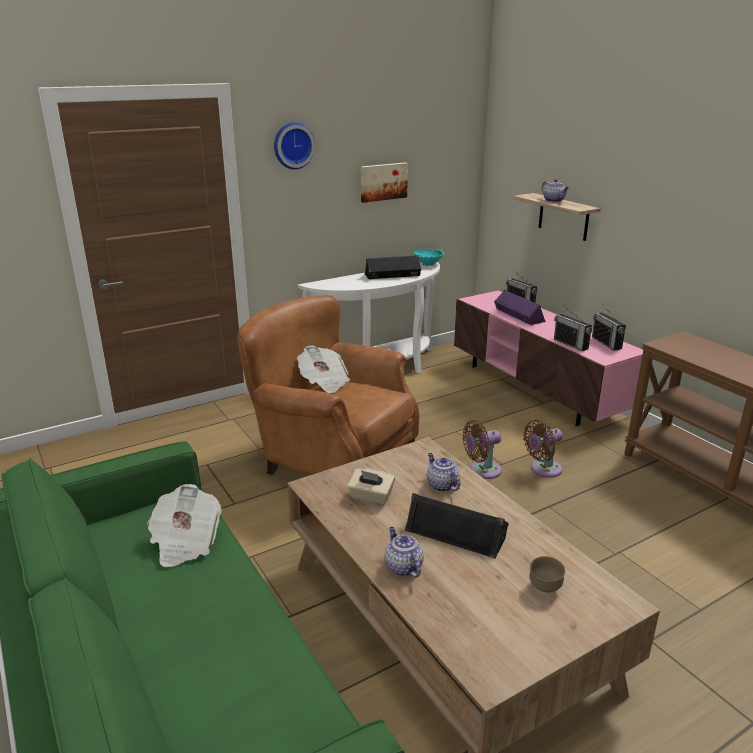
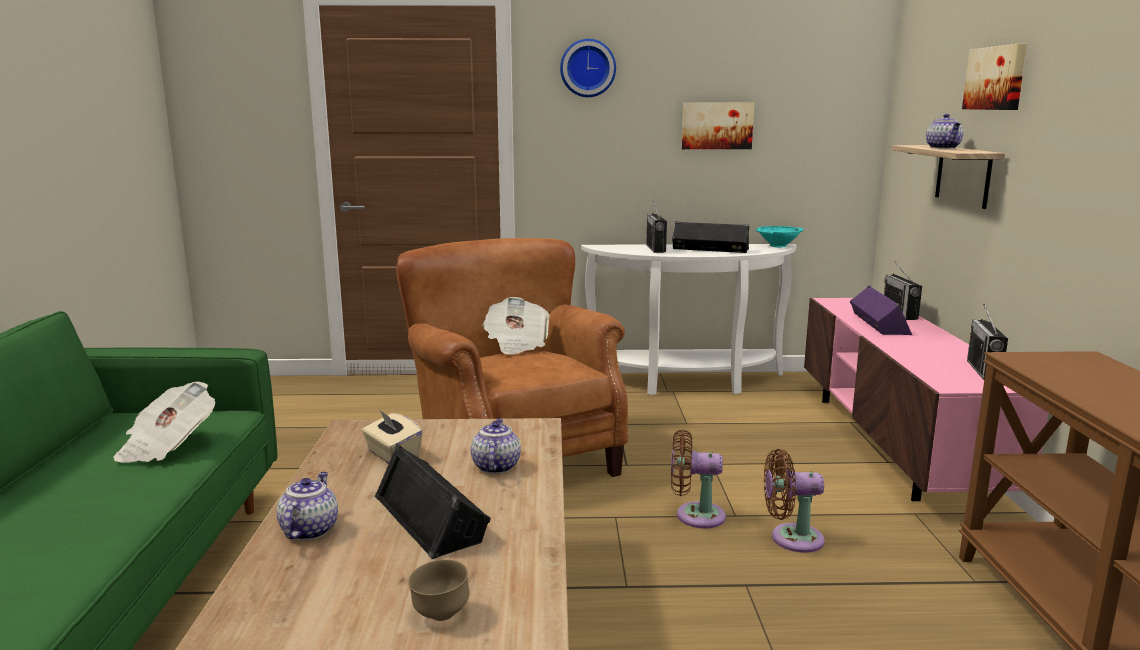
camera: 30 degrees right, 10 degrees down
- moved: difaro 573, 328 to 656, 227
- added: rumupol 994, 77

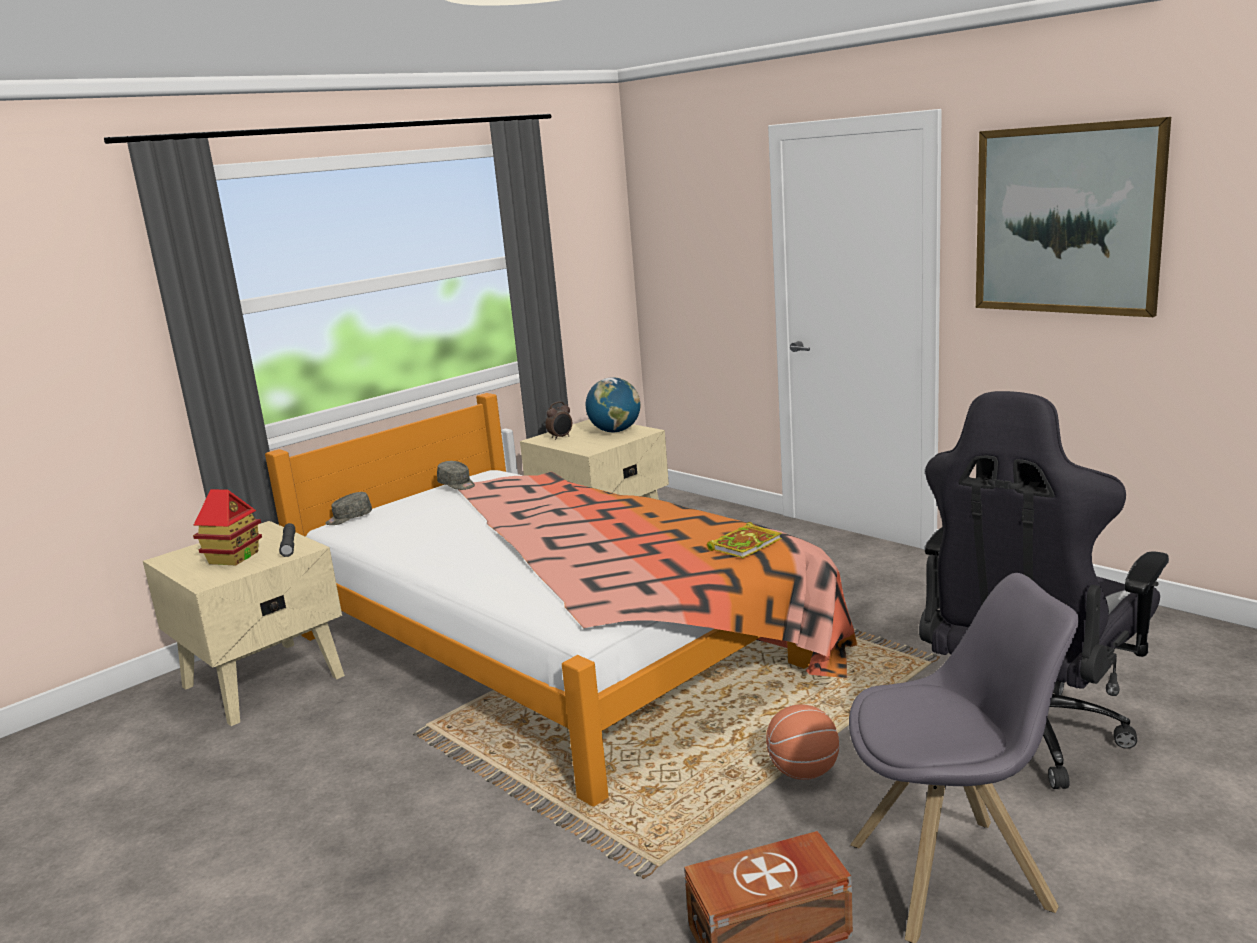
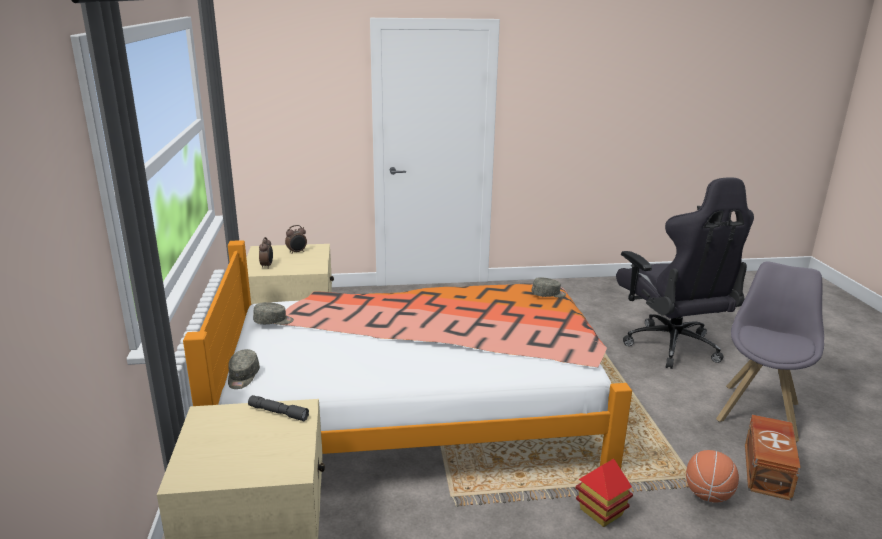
camera: 55 degrees left, 5 degrees up
- moved: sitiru 227, 527 to 604, 493
- replaced: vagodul 613, 404 to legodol 296, 239
- replaced: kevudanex 744, 540 to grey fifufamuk 548, 287
- moved: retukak 802, 742 to 712, 476
- removed: rumupol 1073, 217

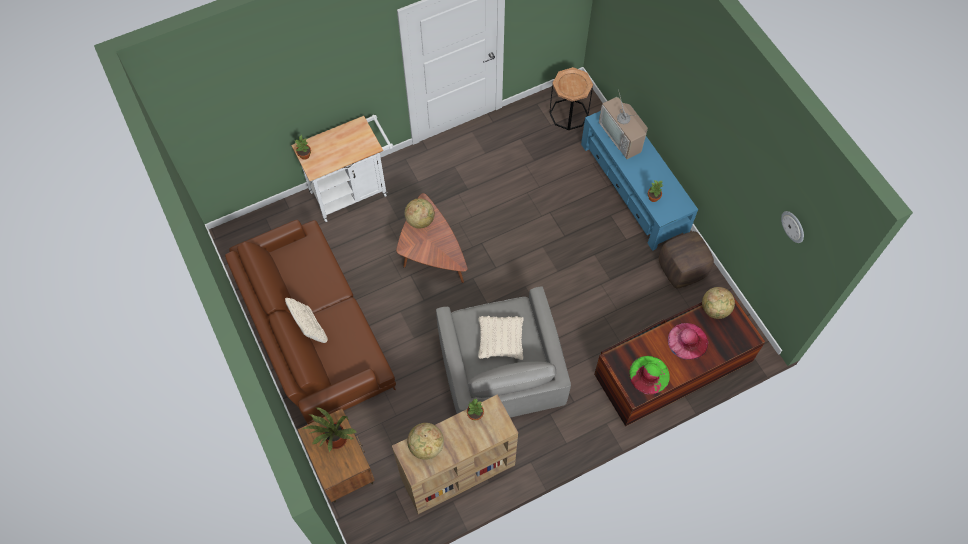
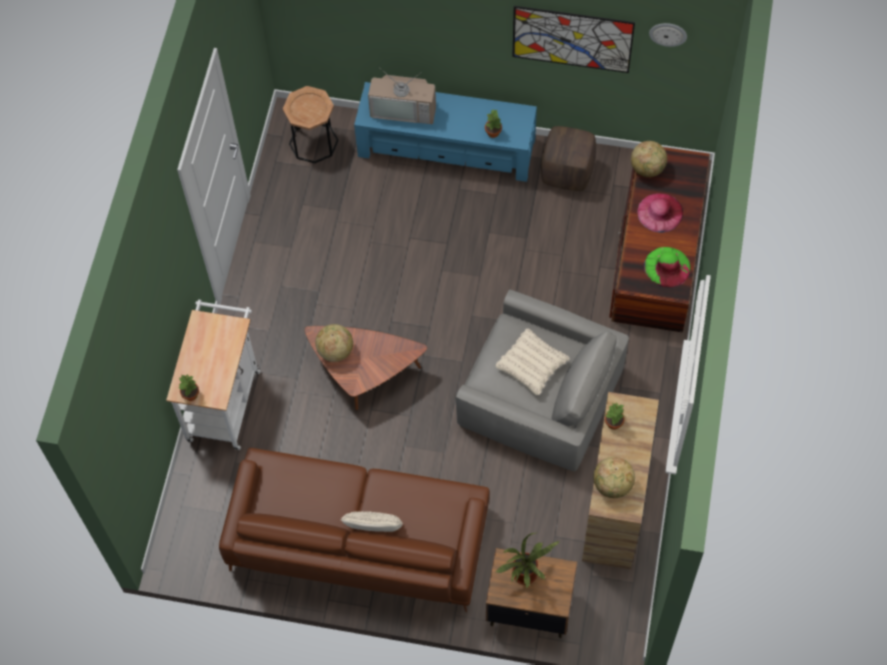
camera: 50 degrees left, 0 degrees up
- added: rumupol 573, 39

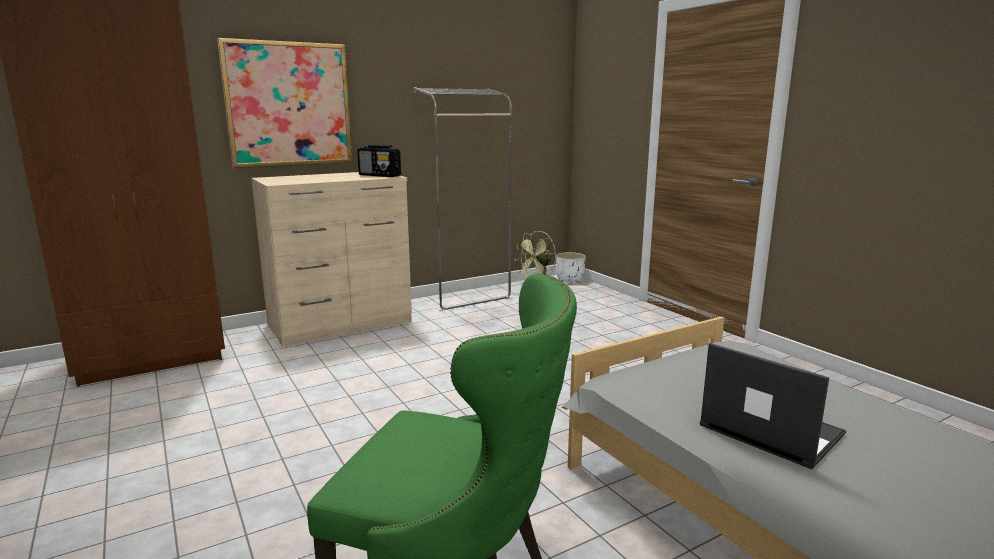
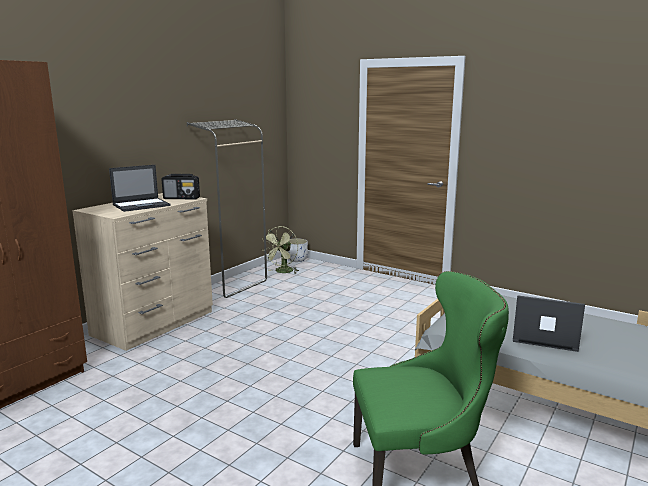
camera: 25 degrees left, 0 degrees up
- removed: rumupol 284, 103
- added: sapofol 140, 188

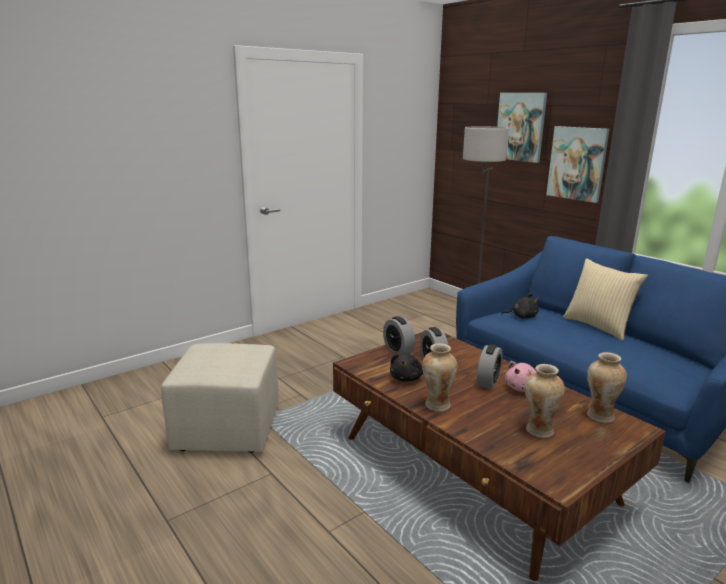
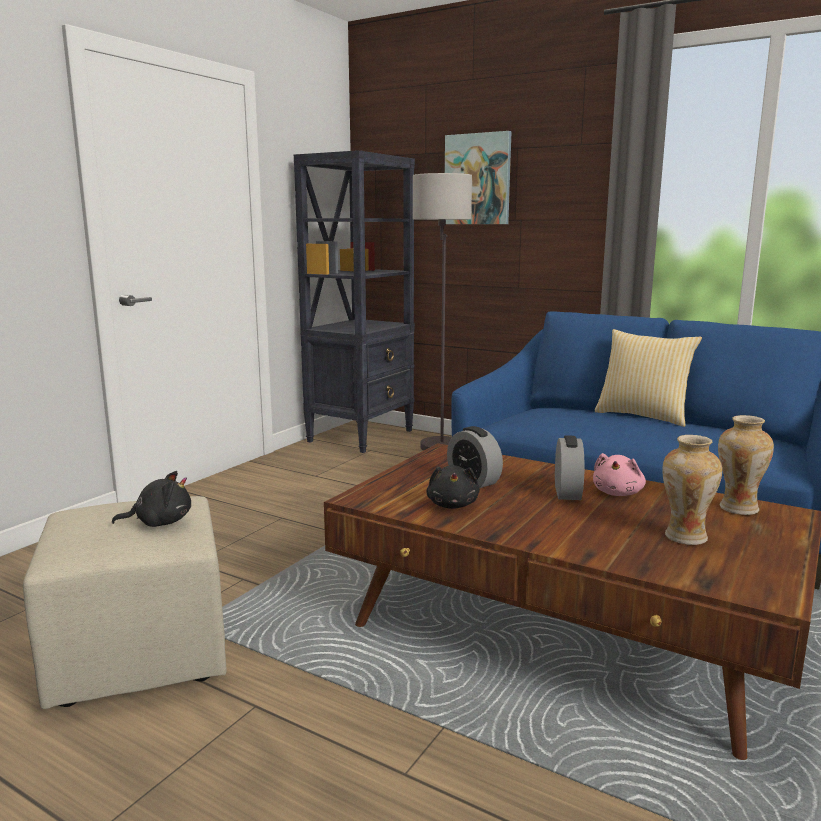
camera: 20 degrees left, 5 degrees down
- removed: legodol 399, 336
- removed: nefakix 439, 377
- moved: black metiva 520, 306 to 151, 499
- removed: rumupol 578, 164
- added: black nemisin 354, 301

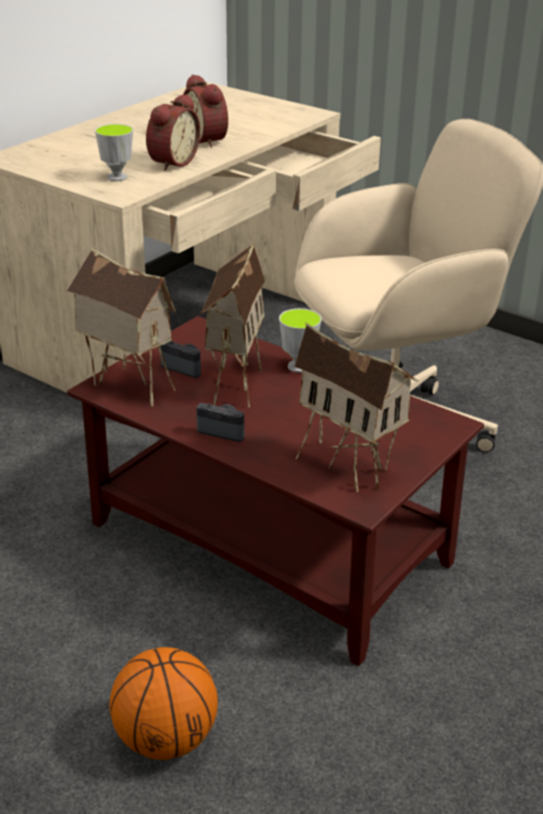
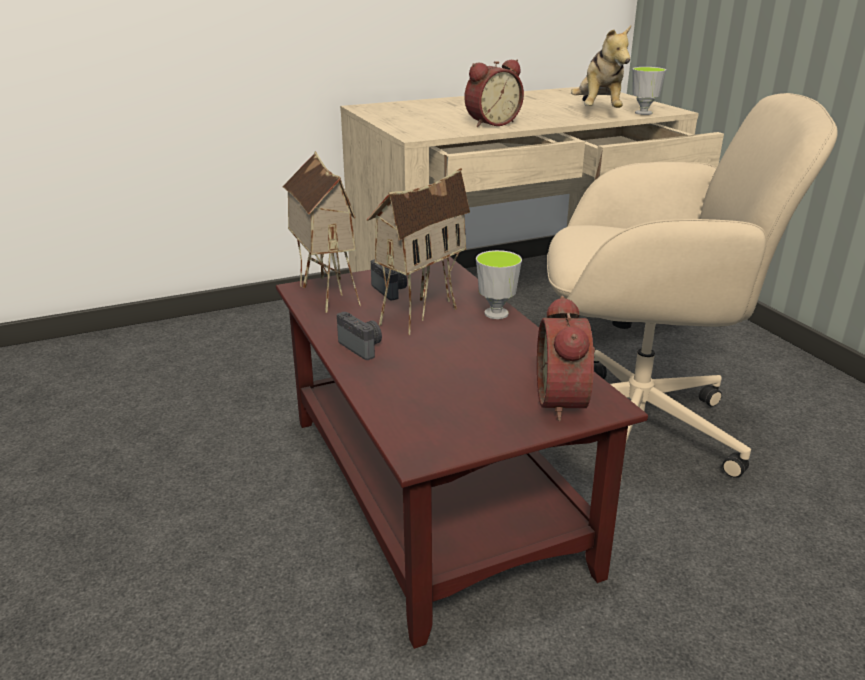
camera: 30 degrees right, 5 degrees down
- moved: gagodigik 114, 152 to 649, 91
- removed: retukak 164, 703
- moved: legodol 205, 111 to 566, 358
- removed: sitiru 356, 407
- added: metiva 601, 66

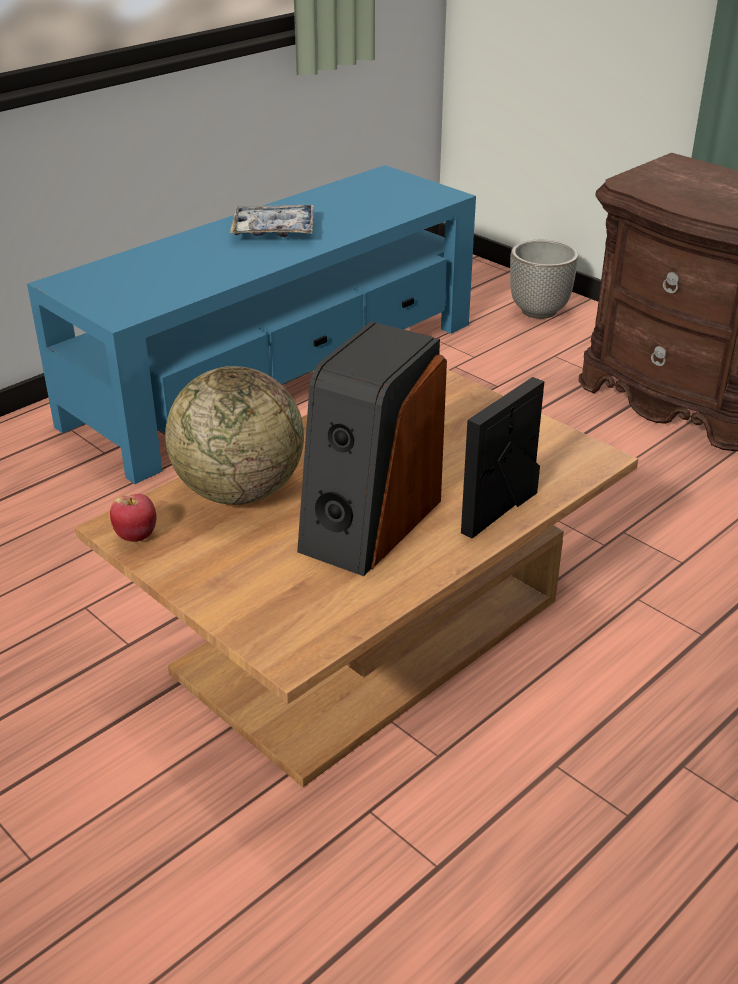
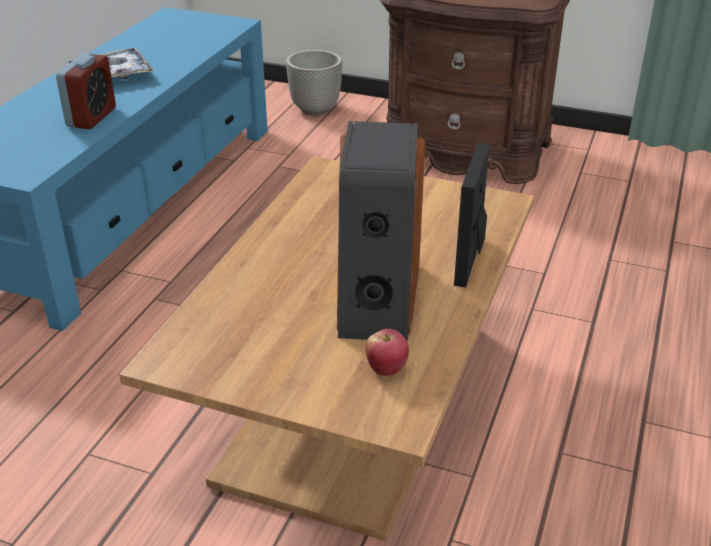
camera: 25 degrees left, 0 degrees up
- moved: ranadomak 133, 518 to 387, 352
- removed: vagodul 234, 435
- added: legodol 86, 91

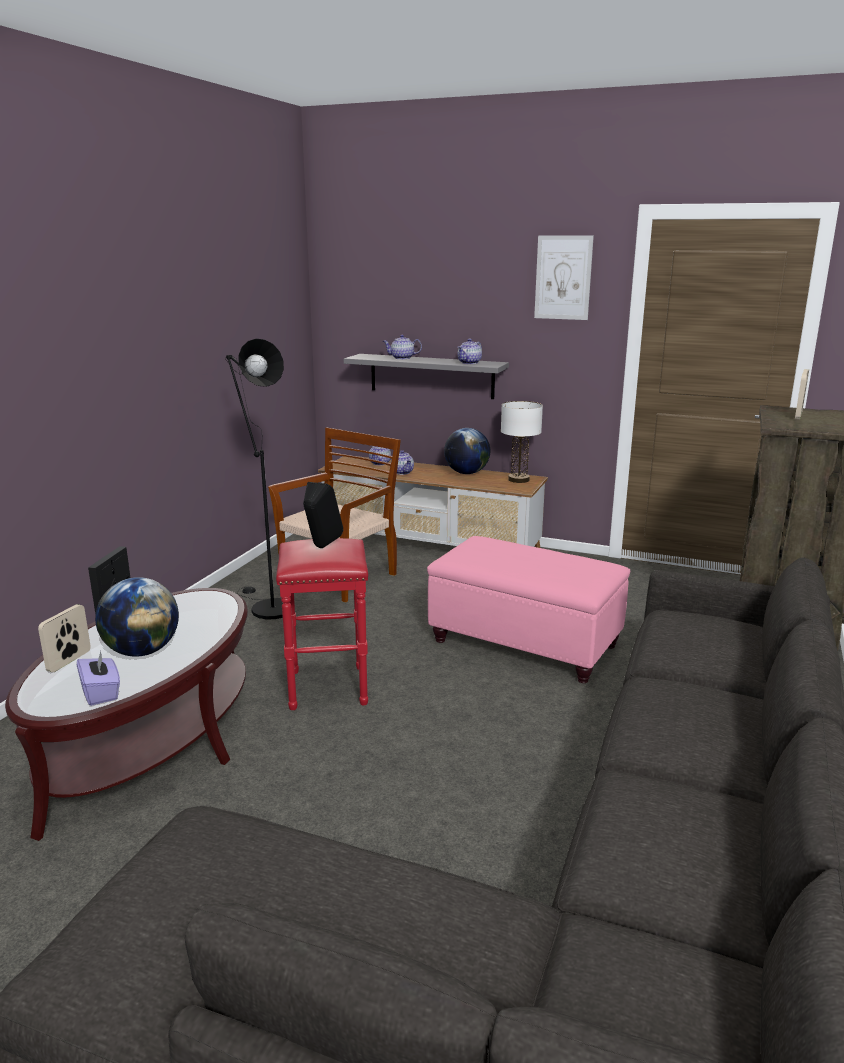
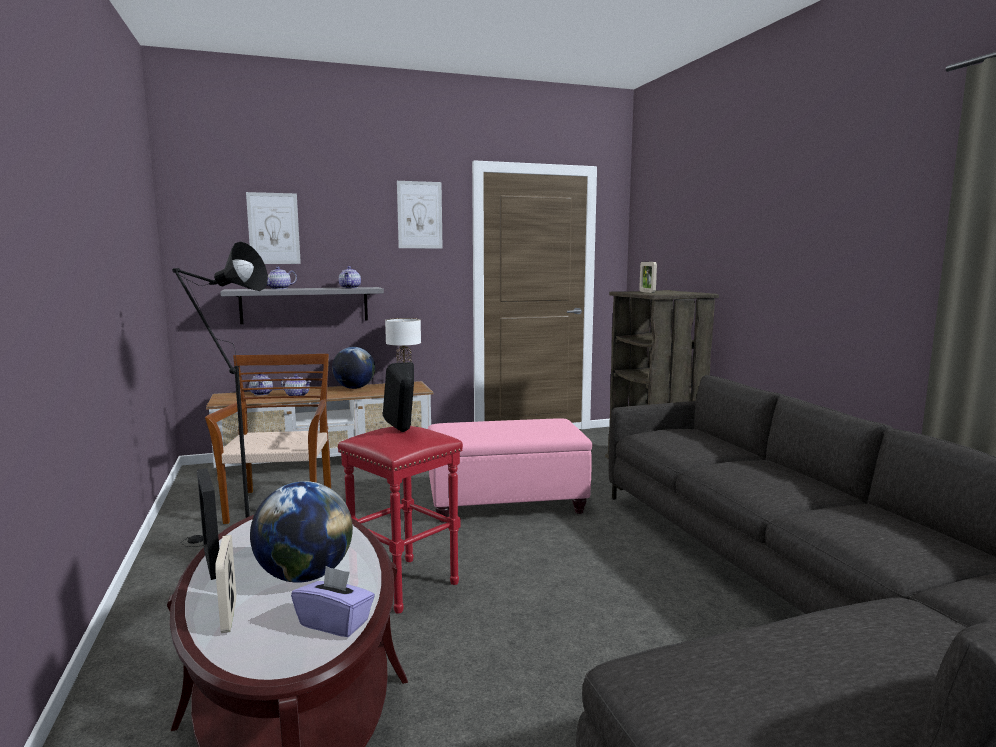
camera: 40 degrees left, 10 degrees down
- added: rumupol 273, 228

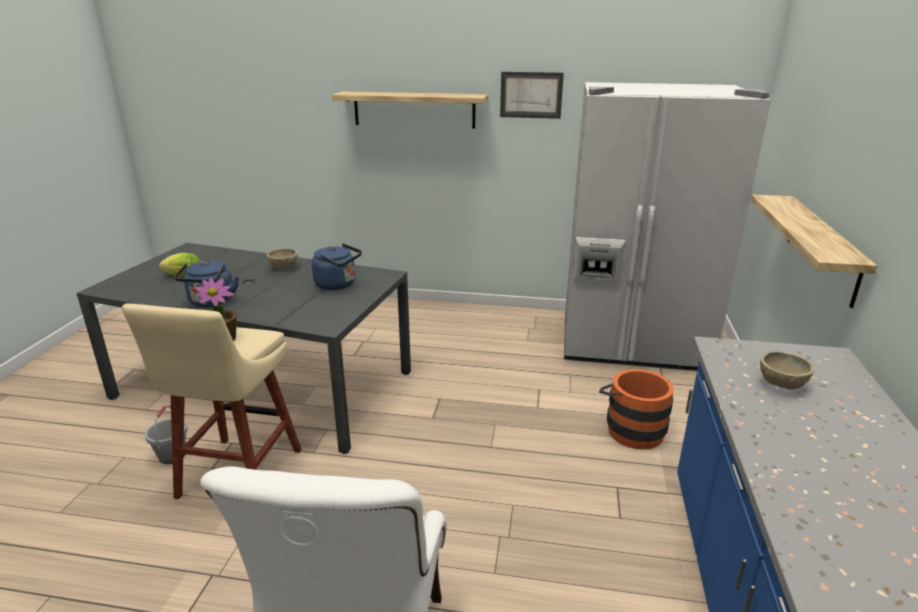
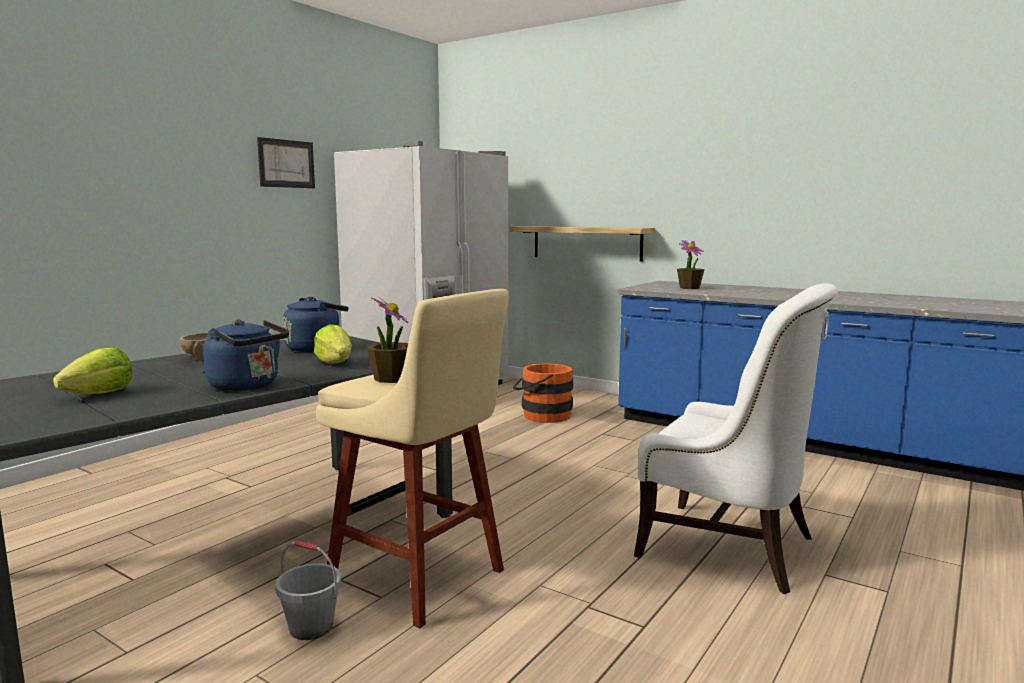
camera: 65 degrees left, 15 degrees down
- removed: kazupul 410, 110
- replaced: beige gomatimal 787, 370 to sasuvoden 691, 264
- added: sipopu 332, 344

